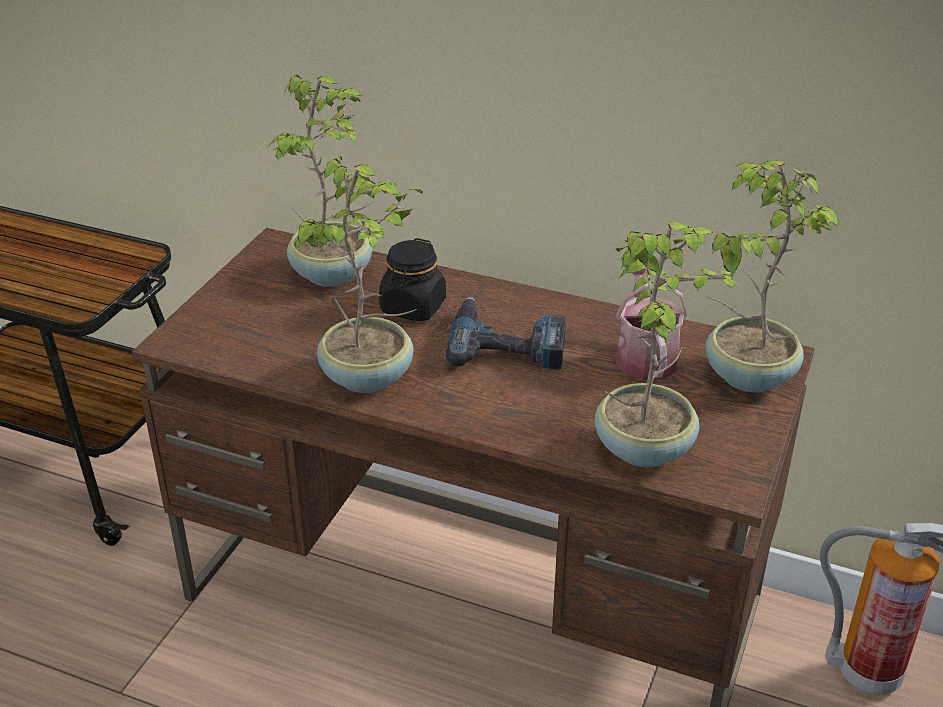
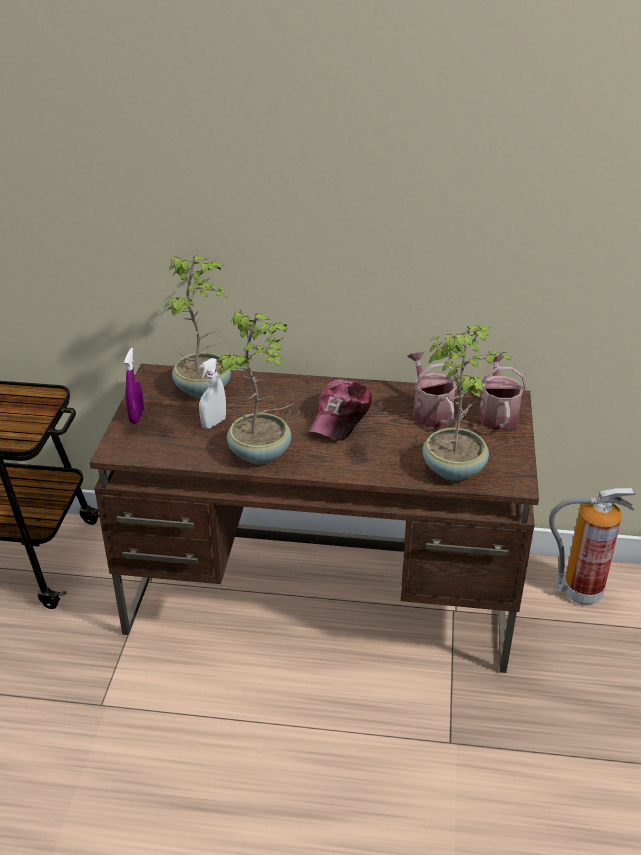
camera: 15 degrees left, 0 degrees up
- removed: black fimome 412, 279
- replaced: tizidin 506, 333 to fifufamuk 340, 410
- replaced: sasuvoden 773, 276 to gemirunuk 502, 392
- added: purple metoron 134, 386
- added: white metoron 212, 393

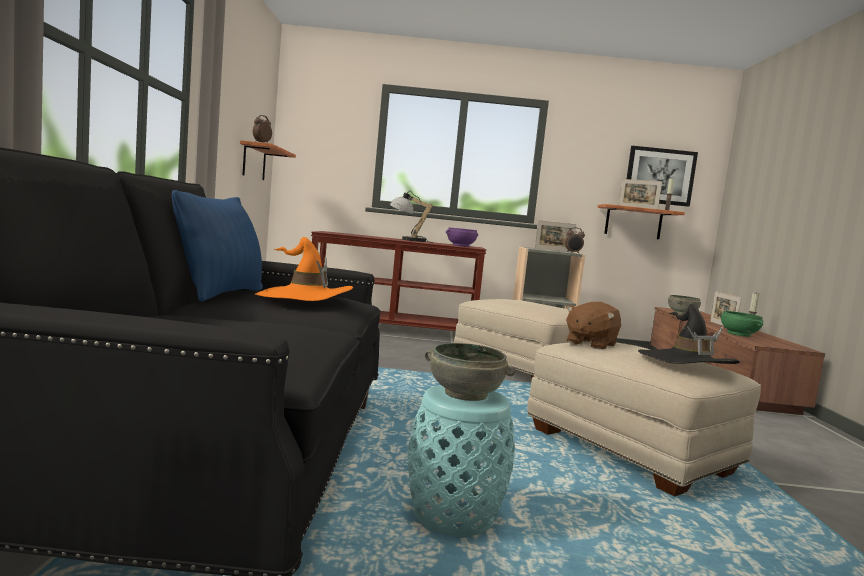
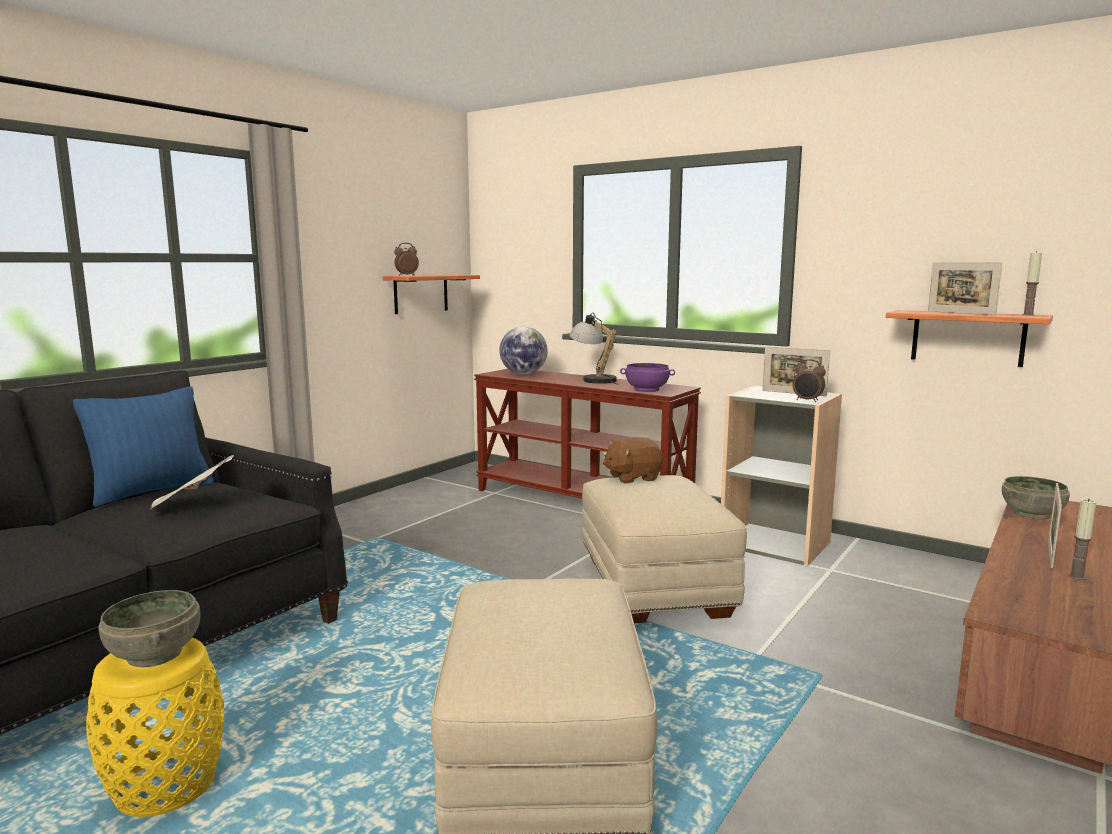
camera: 35 degrees right, 5 degrees up
- replaced: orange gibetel 304, 269 to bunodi 192, 482
- recoloured: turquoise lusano 461, 460 to yellow lusano 155, 727
- moved: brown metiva 593, 325 to 633, 460
- removed: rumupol 662, 176
- removed: black gibetel 689, 334
- removed: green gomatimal 742, 324
- added: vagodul 523, 350

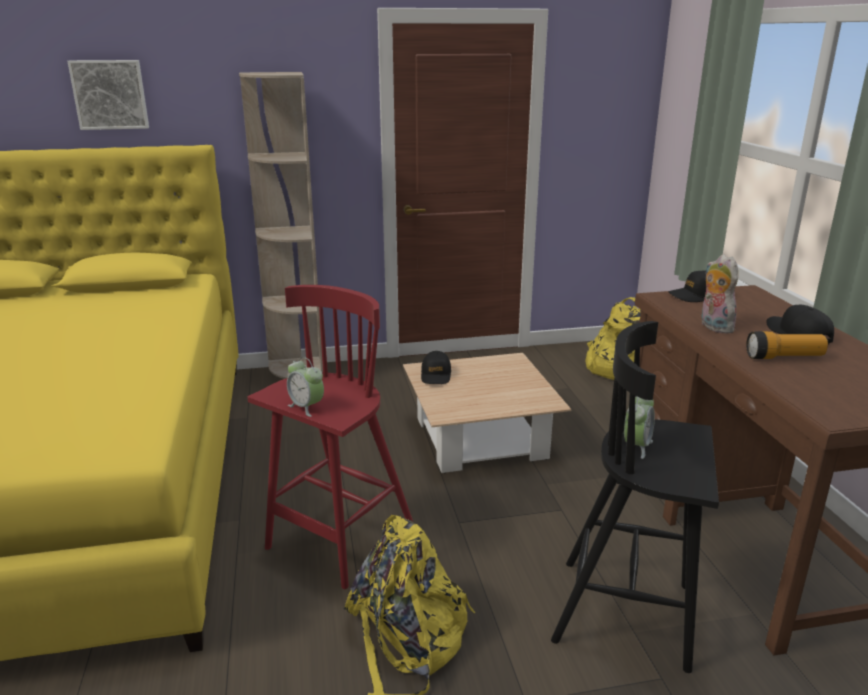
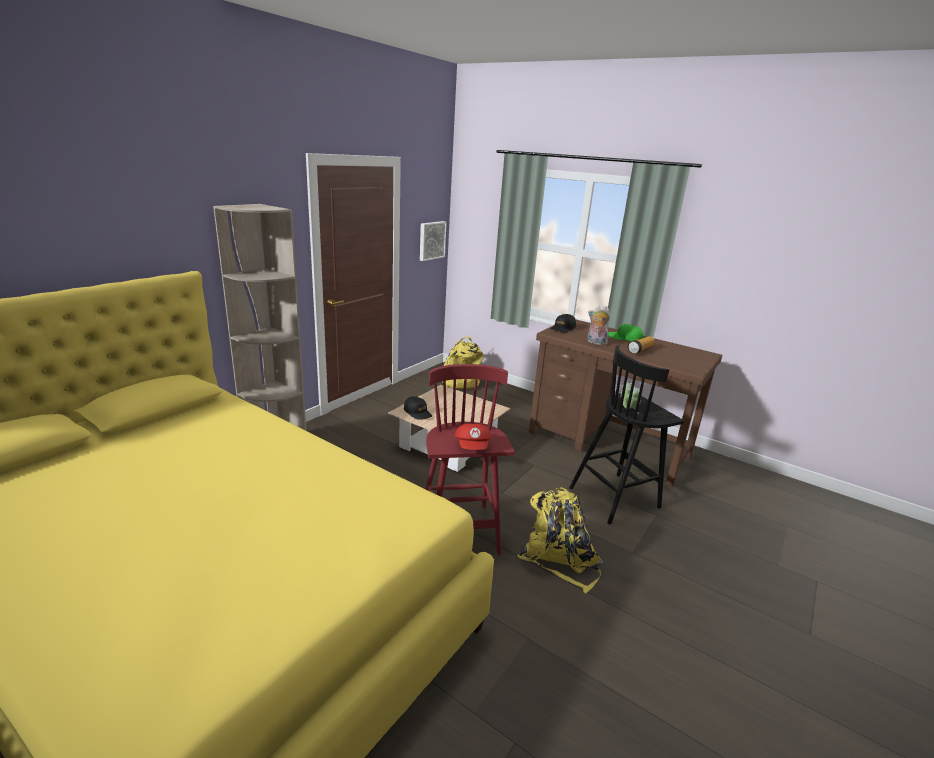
camera: 45 degrees left, 0 degrees up
- moved: rumupol 108, 95 to 433, 241
- replaced: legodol 305, 387 to red fifufamuk 473, 437
- recoloured: black fifufamuk 800, 324 to green fifufamuk 626, 332

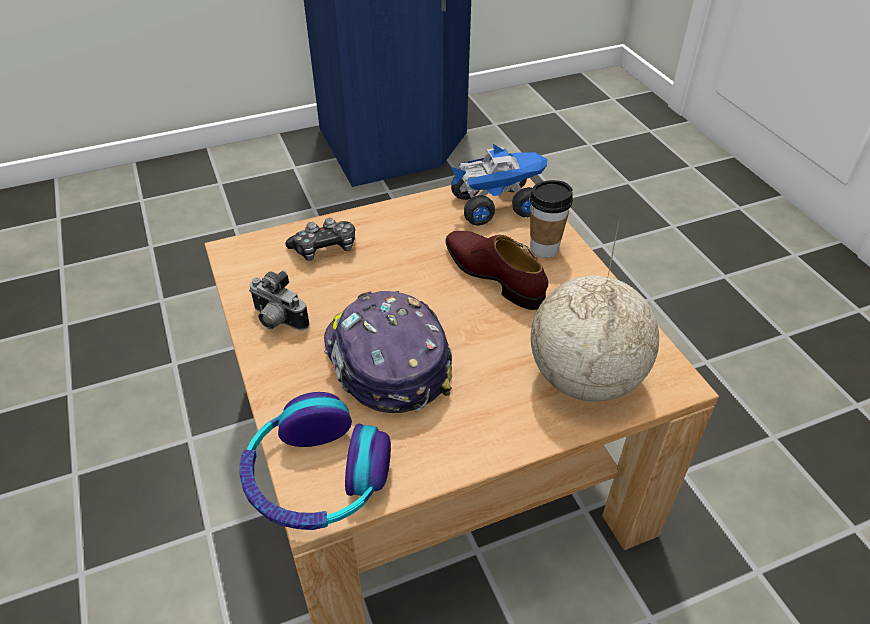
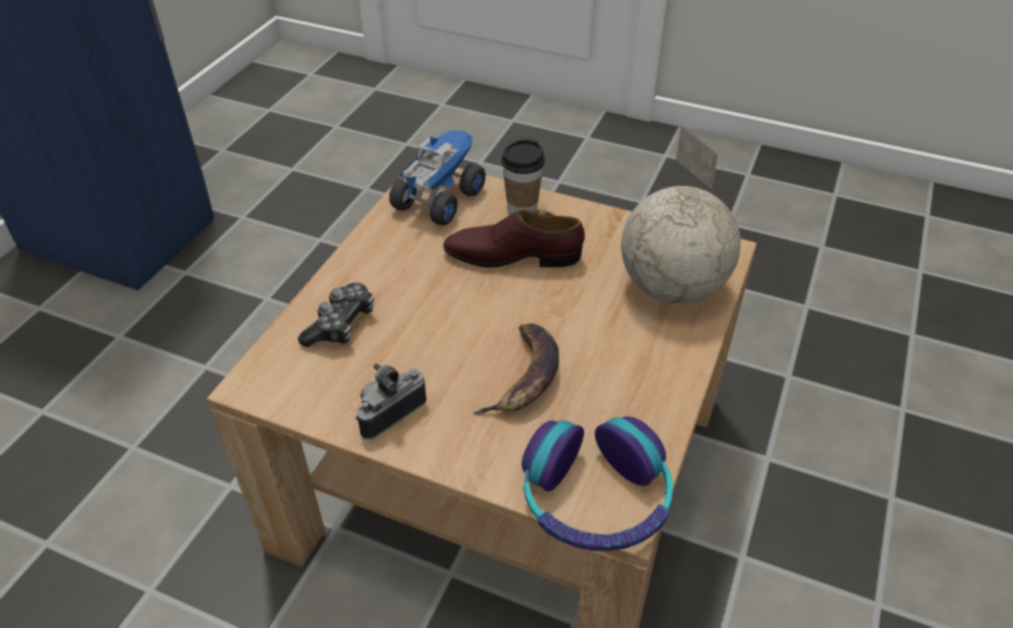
camera: 45 degrees left, 0 degrees up
- turned: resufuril 279, 301 = 390, 401 150 degrees clockwise
- replaced: fifufamuk 388, 352 to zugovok 516, 369

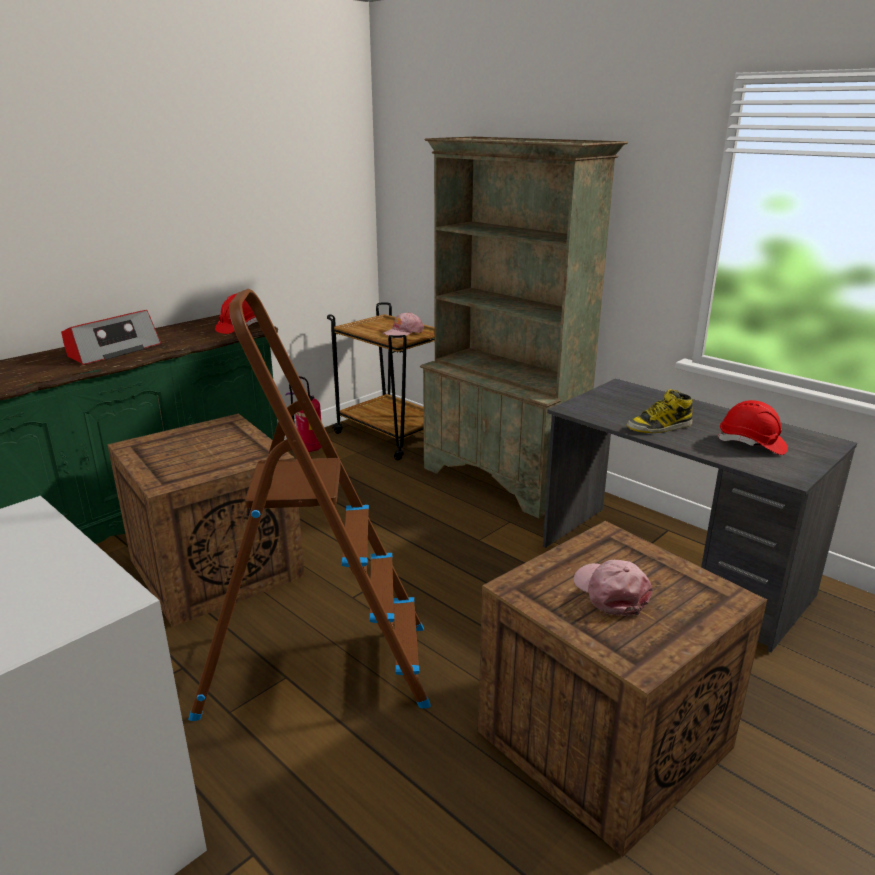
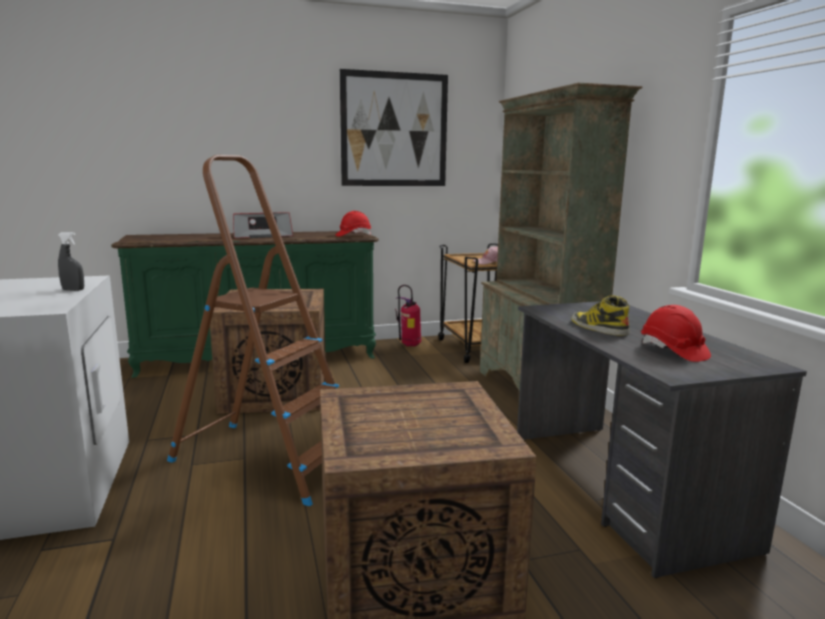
camera: 30 degrees right, 10 degrees down
- removed: pink fifufamuk 613, 587
- turned: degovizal 660, 411 = 601, 315 45 degrees clockwise
- added: grey metoron 71, 261
- added: rumupol 394, 127

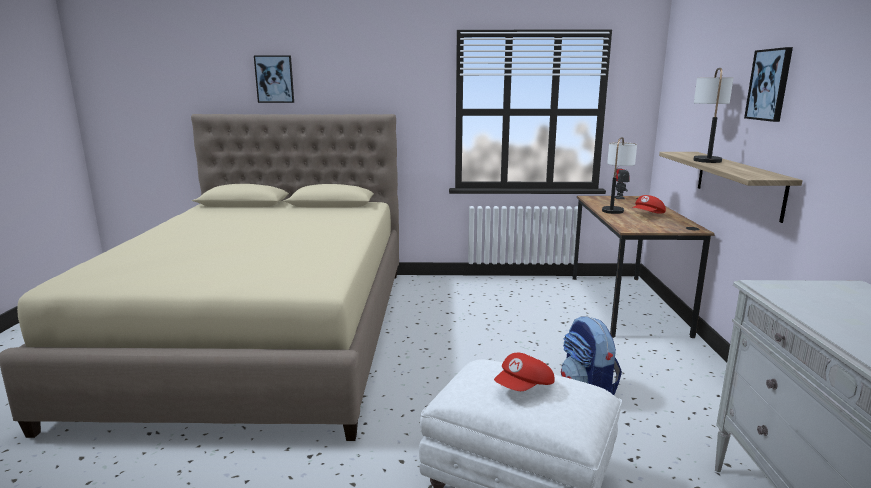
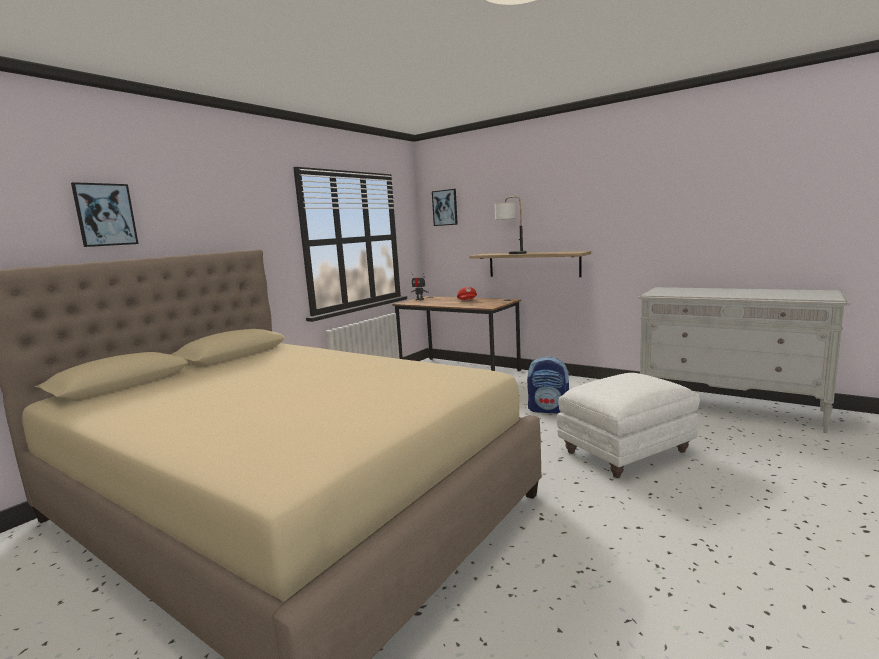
camera: 55 degrees left, 5 degrees down
- removed: red fifufamuk 524, 372
- removed: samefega 619, 175
- moved: rumupol 768, 84 to 445, 207

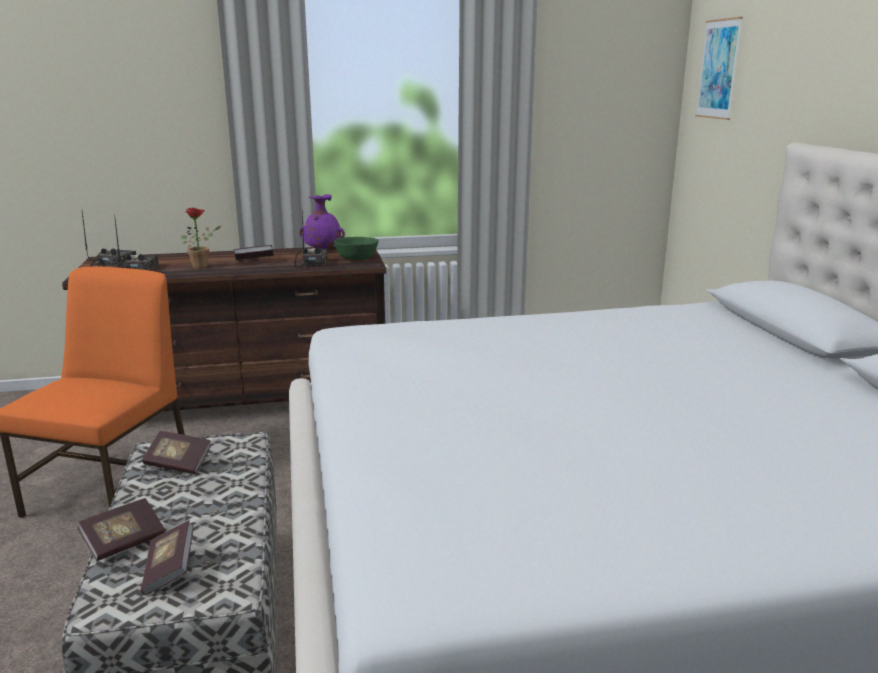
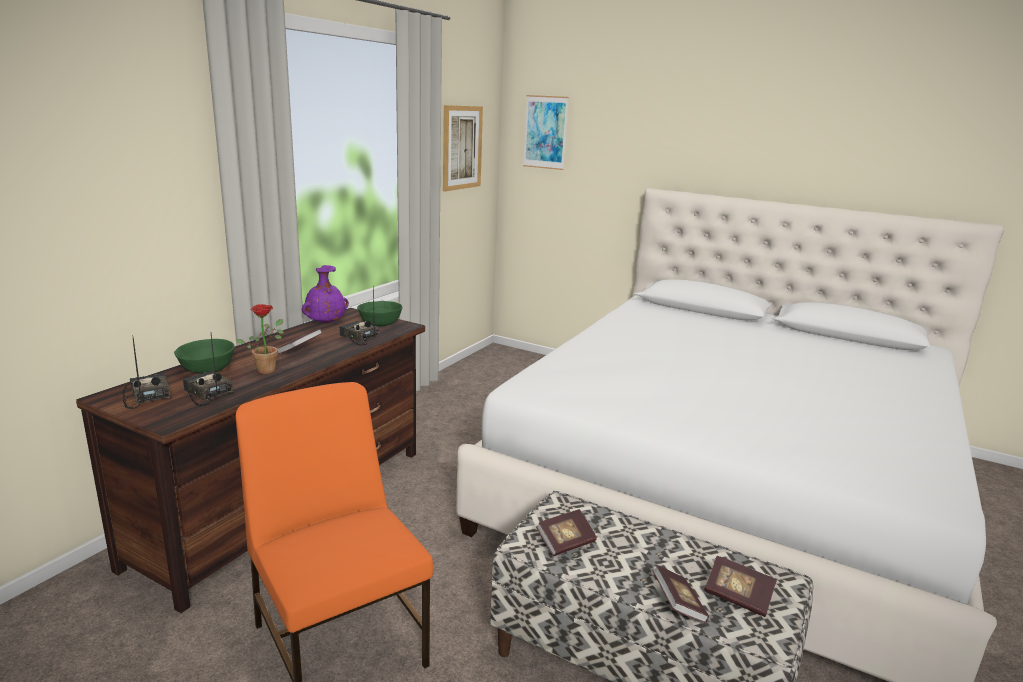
camera: 50 degrees left, 0 degrees up
- added: green gomatimal 204, 356
- added: rumupol 463, 148

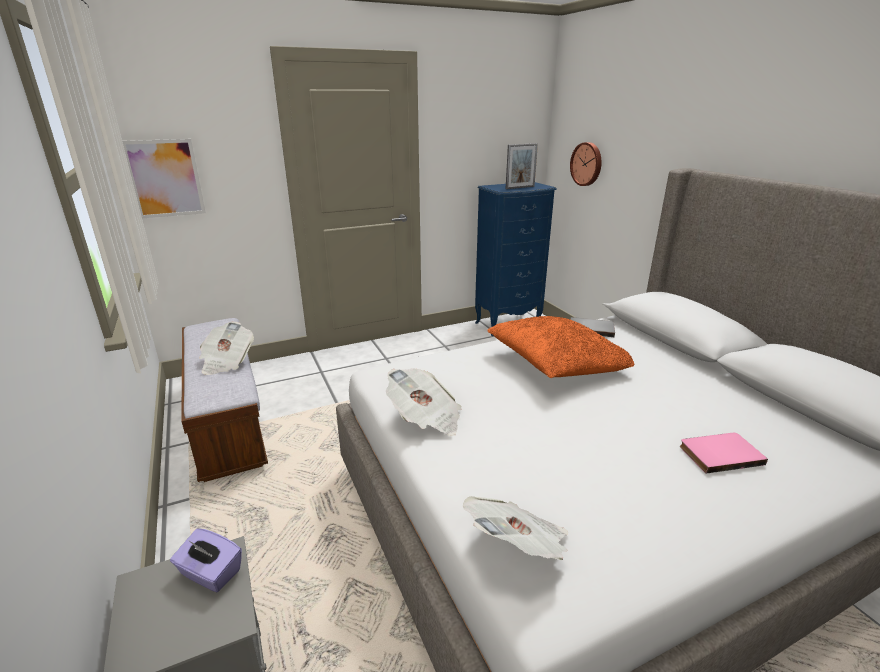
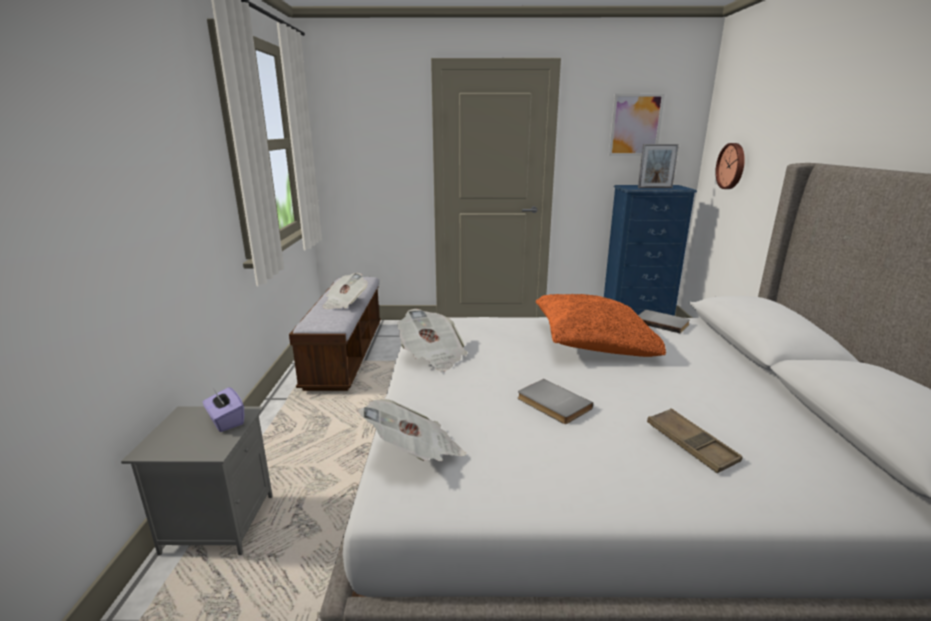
camera: 25 degrees right, 5 degrees down
- moved: rumupol 164, 178 to 637, 125
- replaced: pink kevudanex 724, 453 to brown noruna 695, 440
- added: grey kevudanex 555, 401

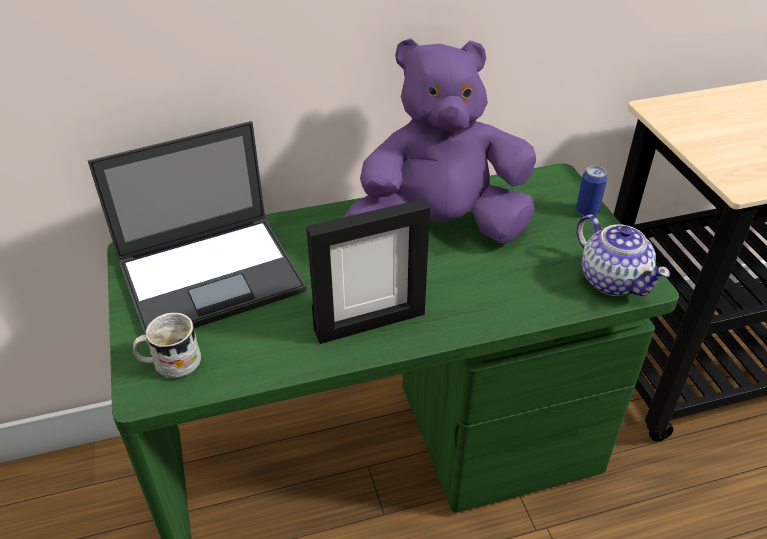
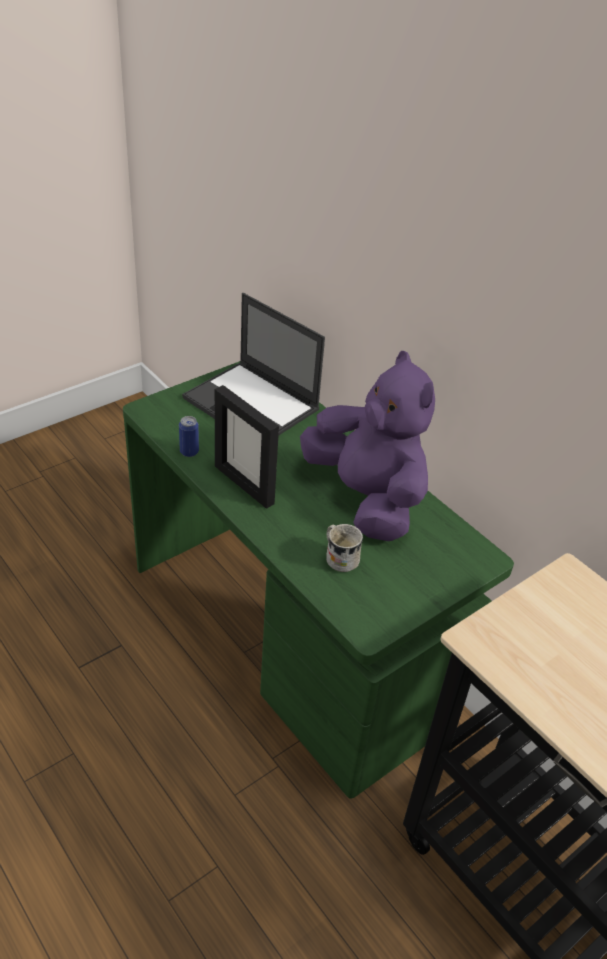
camera: 65 degrees right, 0 degrees up
- moved: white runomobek 167, 345 to 344, 548
- moved: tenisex 591, 191 to 189, 436
- removed: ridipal 623, 255

